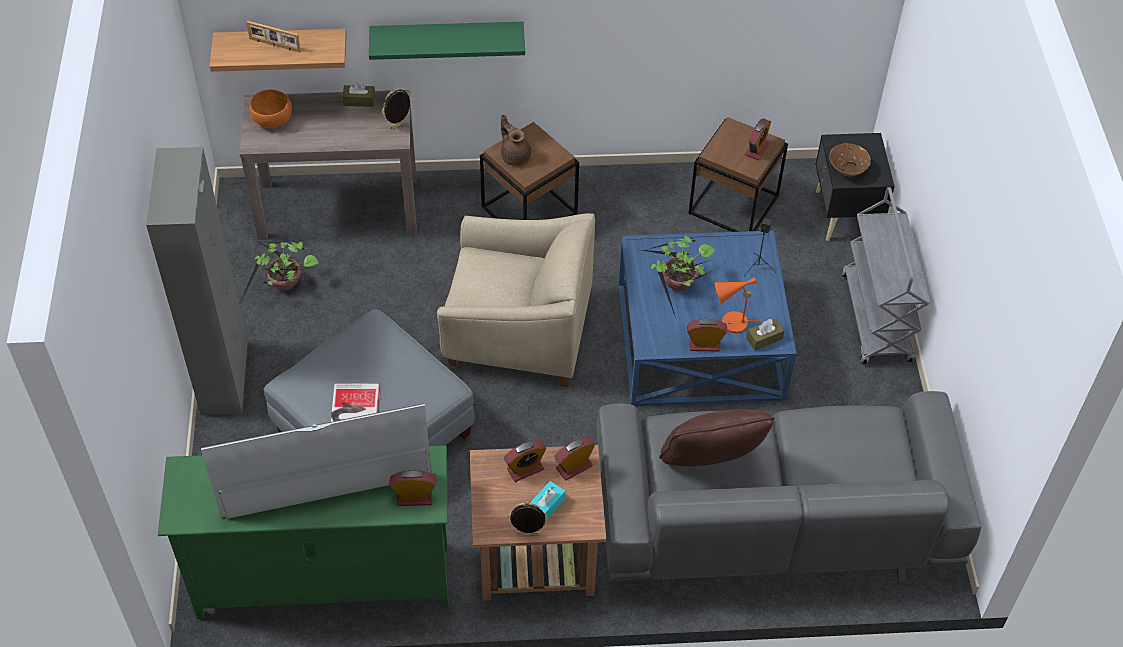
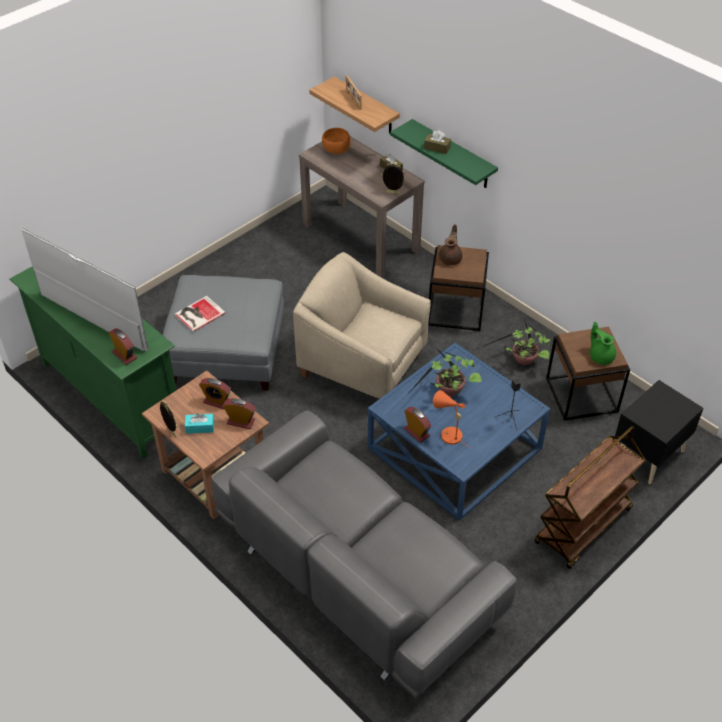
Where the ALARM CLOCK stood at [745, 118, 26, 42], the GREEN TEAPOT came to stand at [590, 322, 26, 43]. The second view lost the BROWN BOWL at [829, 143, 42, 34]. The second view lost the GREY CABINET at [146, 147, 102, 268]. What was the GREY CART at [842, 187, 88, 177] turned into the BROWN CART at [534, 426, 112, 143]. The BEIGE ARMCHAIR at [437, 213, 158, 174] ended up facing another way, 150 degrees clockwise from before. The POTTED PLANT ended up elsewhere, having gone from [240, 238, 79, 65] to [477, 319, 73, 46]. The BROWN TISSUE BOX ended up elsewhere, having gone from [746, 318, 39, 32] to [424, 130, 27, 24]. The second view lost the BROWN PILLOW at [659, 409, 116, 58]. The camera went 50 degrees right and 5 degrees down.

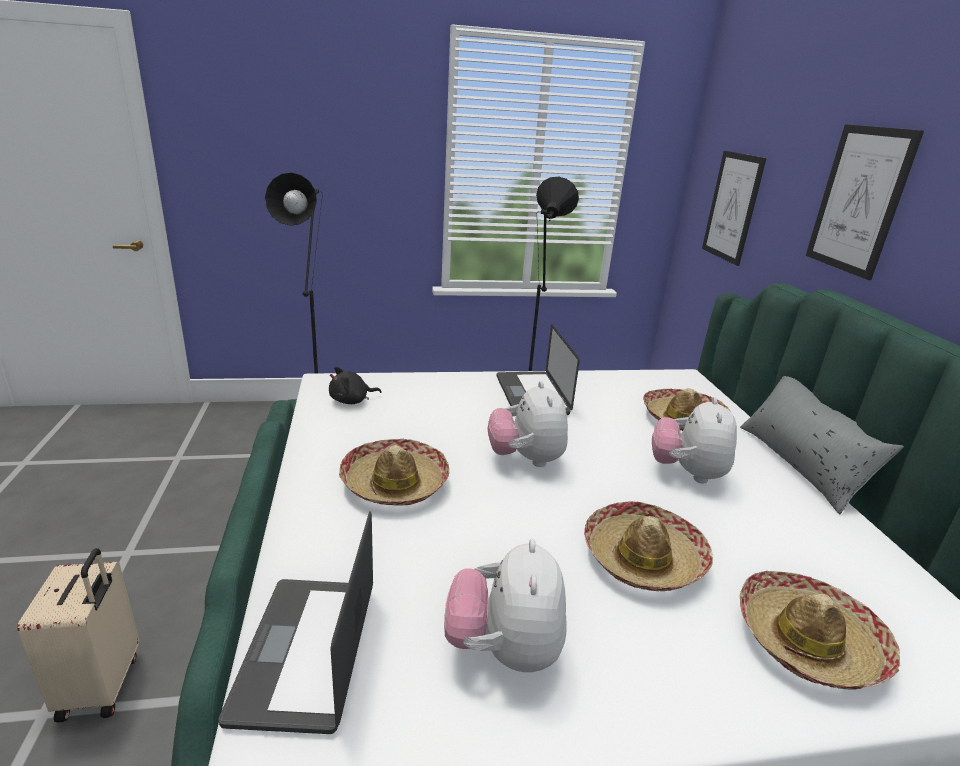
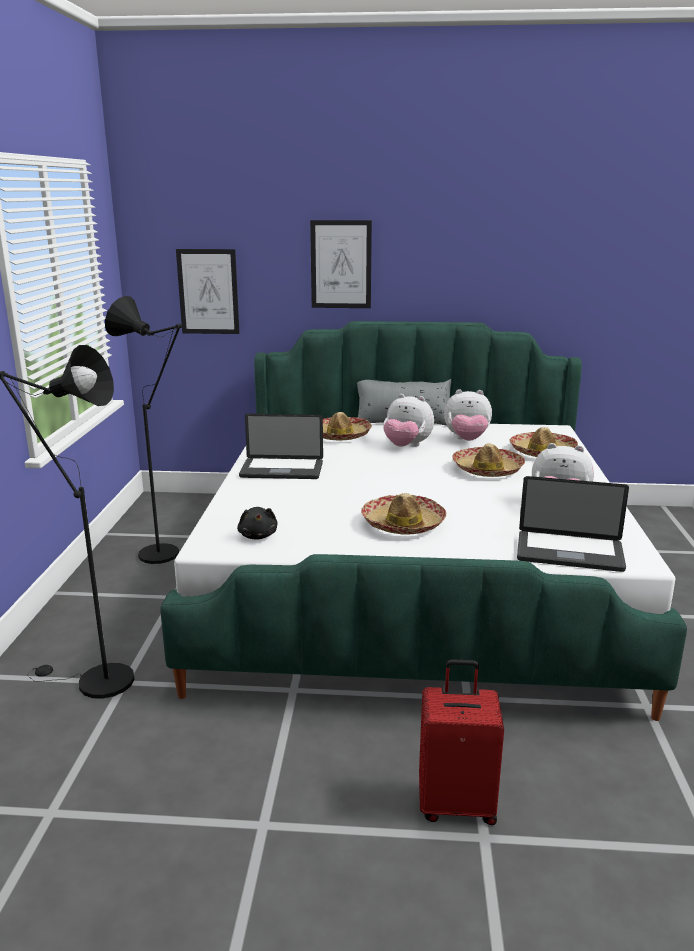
The PLUSH TOY ended up elsewhere, having gone from [488, 381, 80, 86] to [444, 389, 48, 52]. What was the BEIGE SUITCASE at [17, 548, 122, 174] turned into the RED SUITCASE at [419, 659, 85, 166]. The camera went 75 degrees left and 5 degrees down.

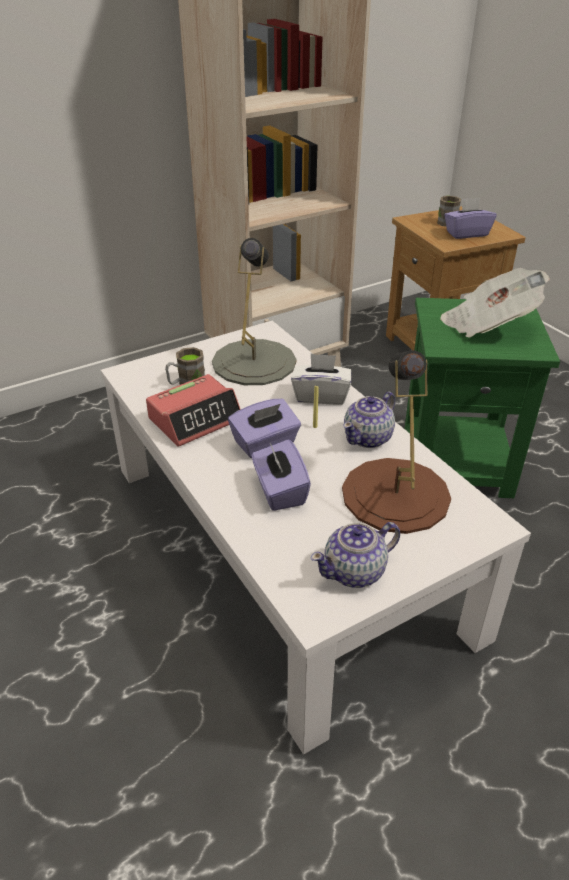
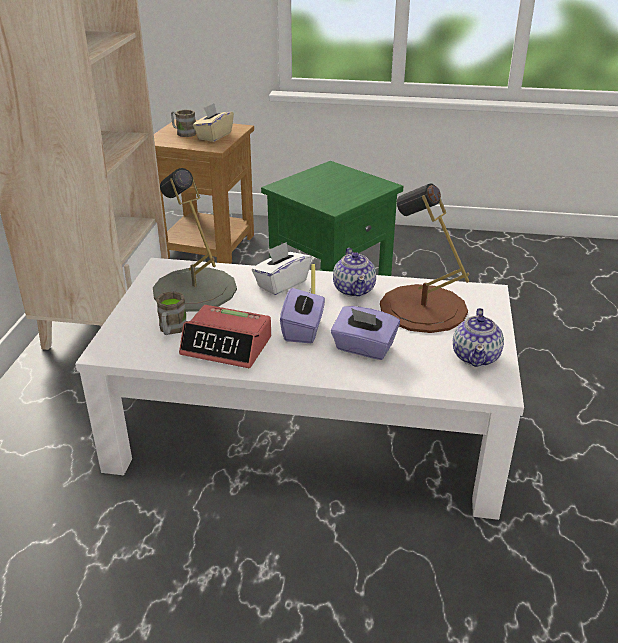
What was the PURPLE TISSUE BOX at [444, 198, 53, 41] turned into the BEIGE TISSUE BOX at [193, 103, 41, 39]. The second view lost the NEWSPAPER at [440, 268, 110, 70]. The ALARM CLOCK at [146, 374, 94, 73] ended up facing another way, 105 degrees clockwise from before. The camera went 50 degrees left and 5 degrees down.

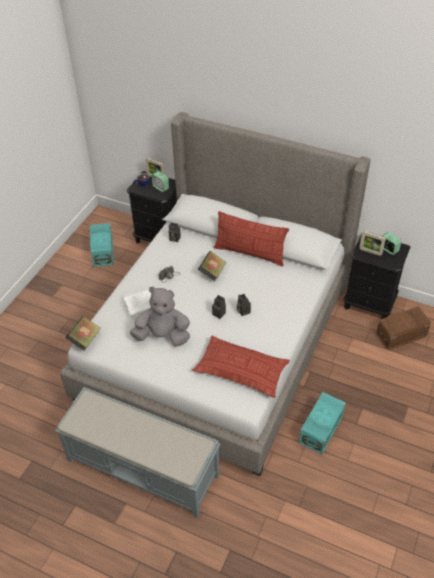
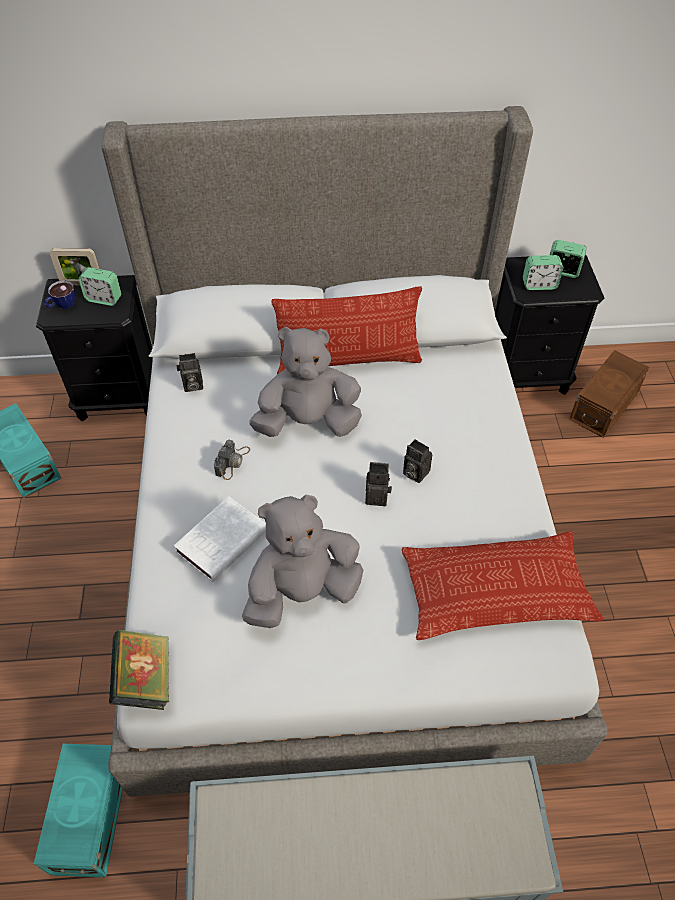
Where the PICTURE FRAME stood at [359, 231, 27, 25], the ALARM CLOCK came to stand at [523, 255, 40, 35]. Where the BOOK stood at [198, 251, 28, 30], the GREY PLUSH TOY came to stand at [249, 327, 113, 110]. The TURQUOISE STORAGE BOX ended up elsewhere, having gone from [299, 392, 47, 63] to [34, 744, 89, 133]. The camera went 30 degrees left and 5 degrees up.

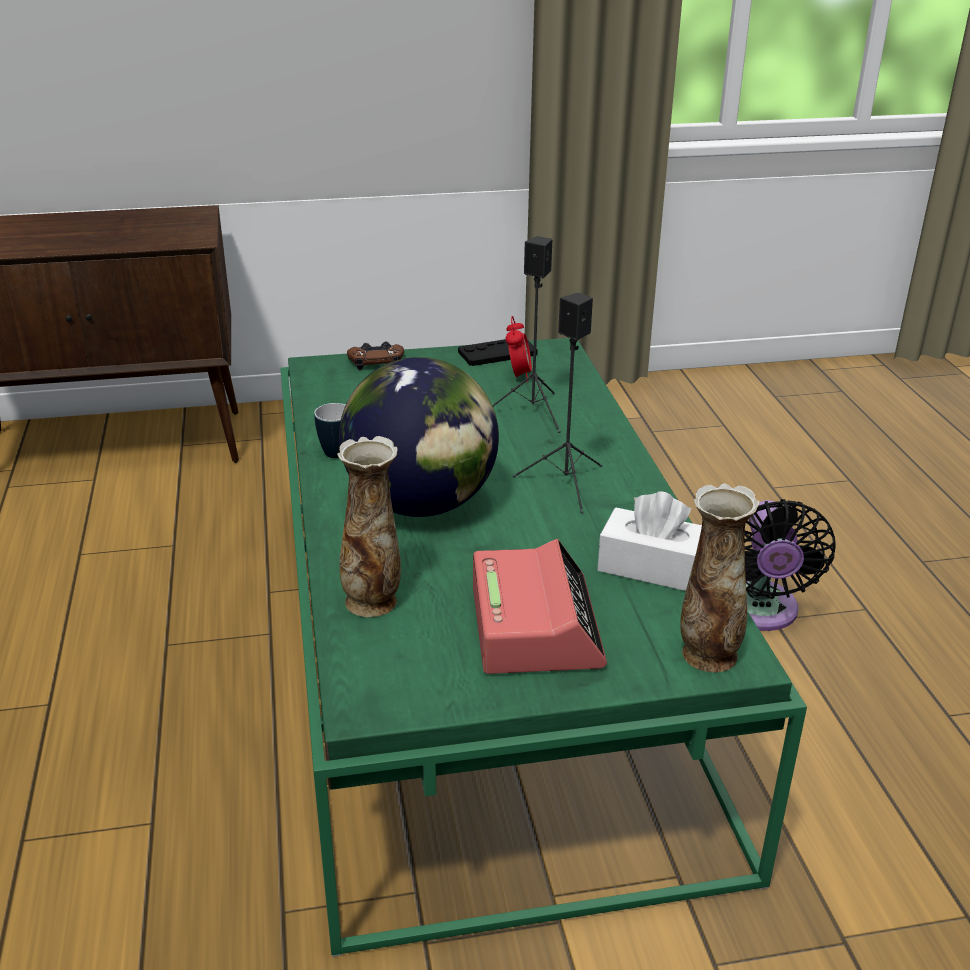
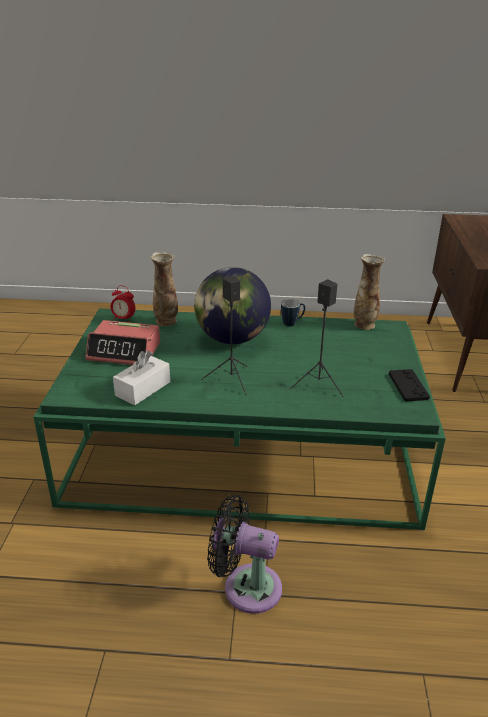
The ALARM CLOCK ended up elsewhere, having gone from [506, 316, 26, 66] to [111, 285, 24, 38]. The second view lost the BROWN GAME CONTROLLER at [347, 341, 57, 29]. The VASE ended up elsewhere, having gone from [680, 483, 80, 189] to [354, 254, 31, 76]. The camera went 105 degrees right and 0 degrees up.

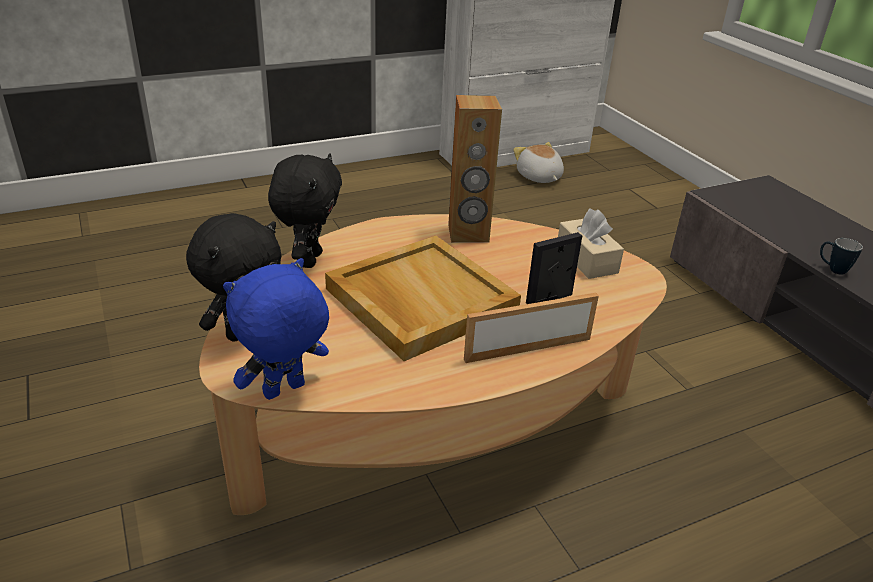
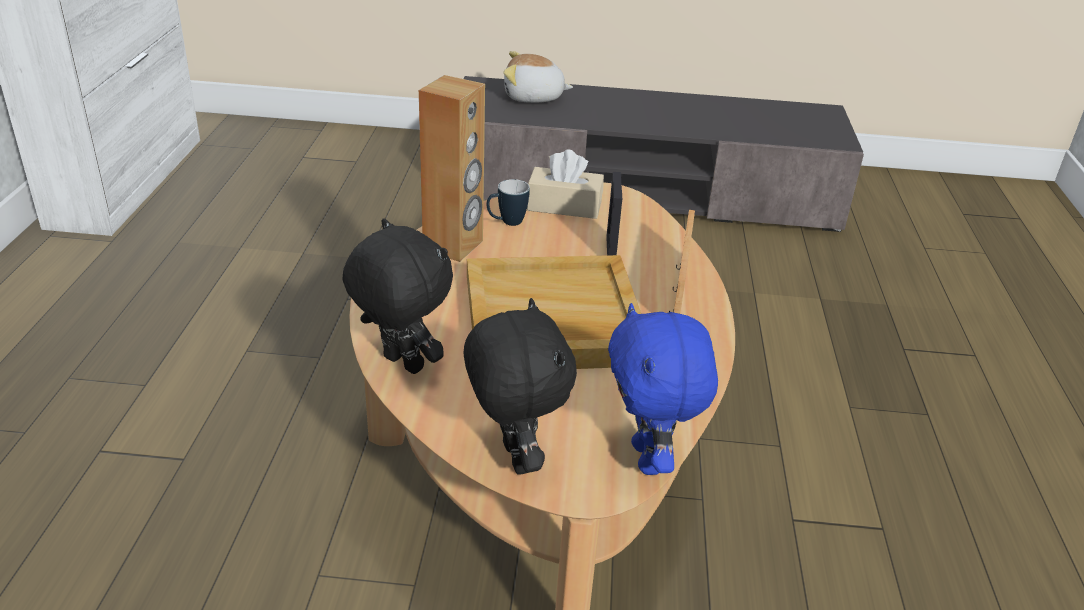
The PLUSH TOY ended up elsewhere, having gone from [513, 142, 51, 41] to [504, 51, 69, 52]. The MUG ended up elsewhere, having gone from [820, 238, 43, 37] to [486, 179, 44, 47]. The camera went 60 degrees left and 0 degrees up.

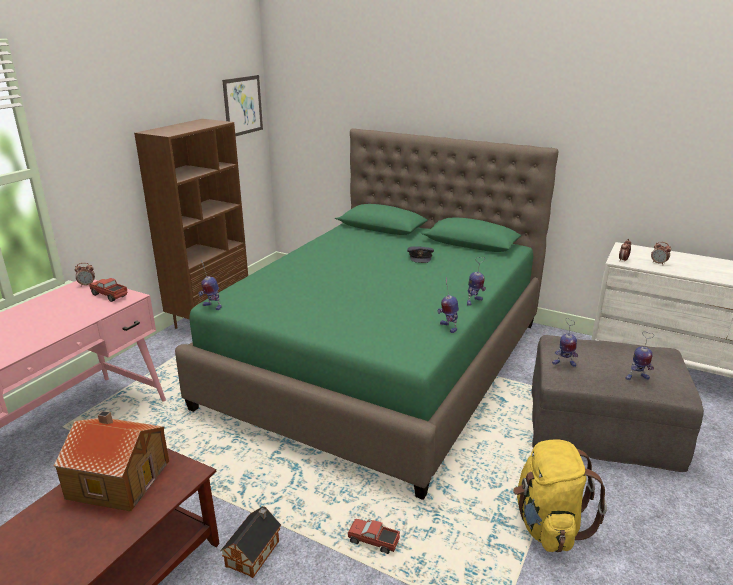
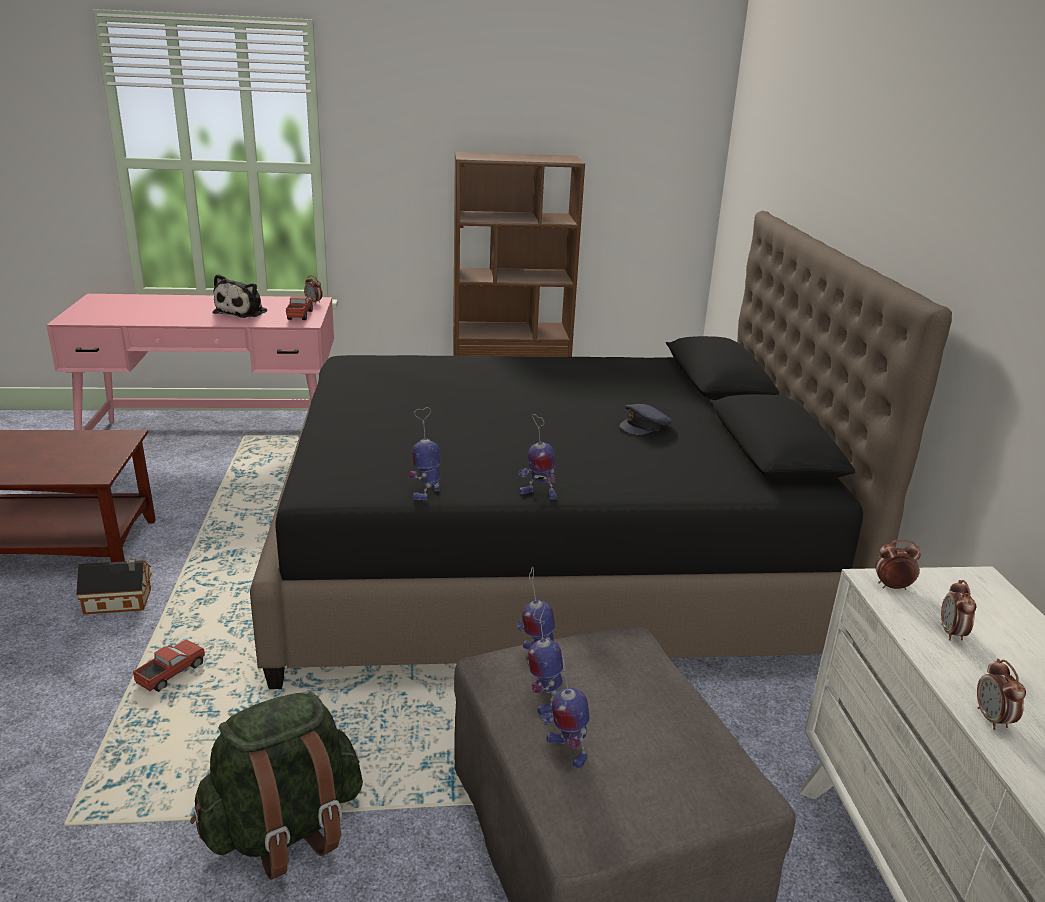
The second view lost the PICTURE at [222, 75, 41, 61]. What was the GREEN BED at [175, 128, 383, 372] turned into the BLACK BED at [250, 211, 702, 478]. The TOY ROBOT ended up elsewhere, having gone from [198, 260, 24, 50] to [527, 602, 36, 113]. The second view lost the TOY HOUSE at [54, 411, 115, 101]. What was the YELLOW BACKPACK at [513, 439, 94, 113] turned into the GREEN BACKPACK at [190, 693, 173, 187]. The TOY TRUCK at [348, 519, 52, 35] ended up facing another way, 45 degrees clockwise from before. The second view gained the PLUSH TOY at [213, 274, 54, 44]. The second view gained the ALARM CLOCK at [977, 659, 49, 71]. The camera went 55 degrees right and 0 degrees up.

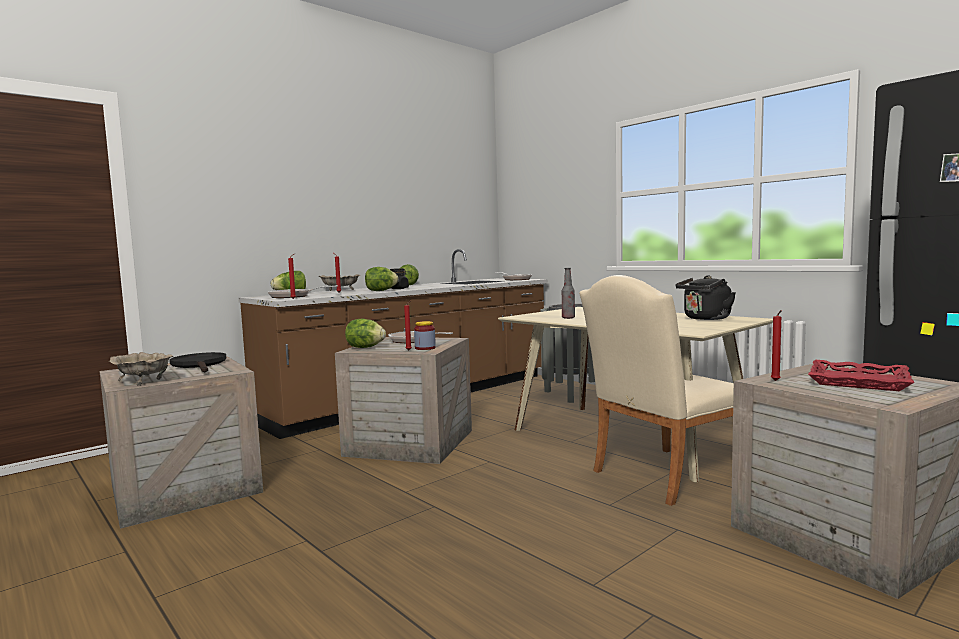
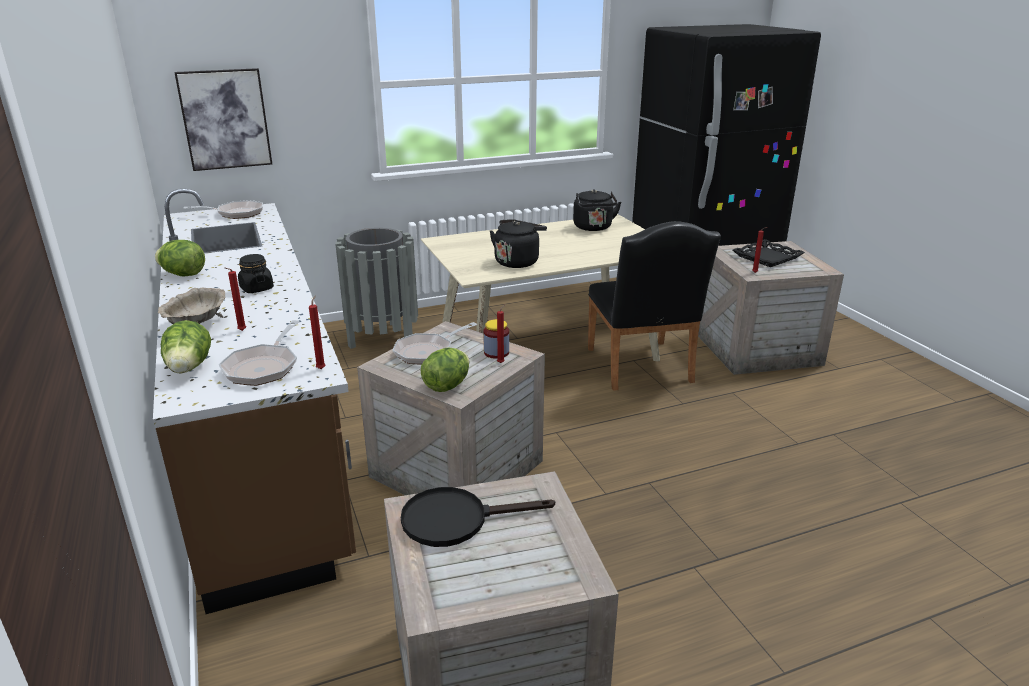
The second view lost the LETTUCE at [365, 267, 33, 24]. Where the BOTTLE stood at [562, 268, 13, 51], the BLACK KETTLE came to stand at [490, 219, 57, 49]. What was the BEIGE CHAIR at [579, 275, 155, 231] turned into the BLACK CHAIR at [588, 221, 133, 170]. The second view lost the BEIGE BOWL at [109, 352, 64, 34]. What was the RED TRAY at [808, 360, 106, 31] turned into the BLACK TRAY at [733, 239, 72, 28]. The second view gained the PICTURE at [174, 68, 98, 103]. The camera went 70 degrees left and 20 degrees up.

